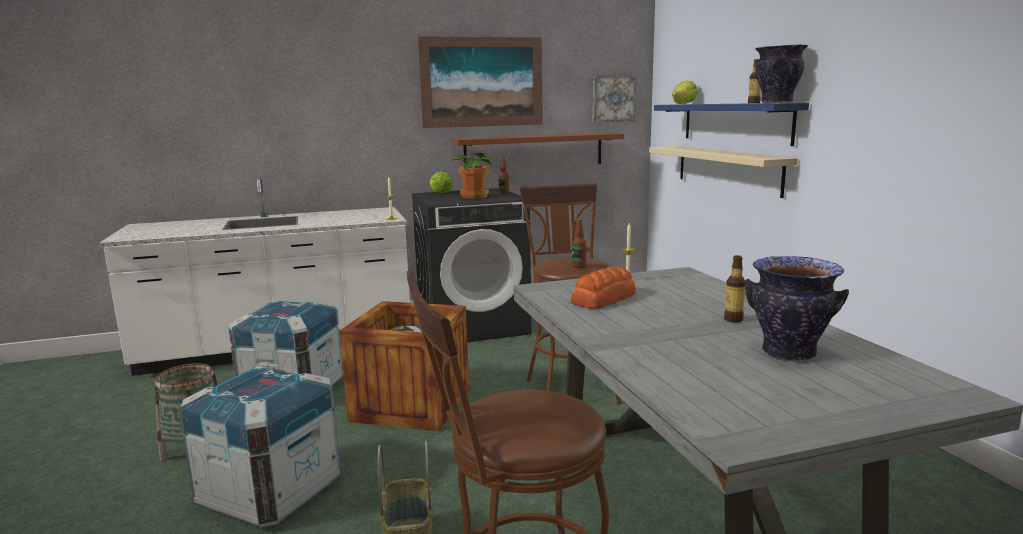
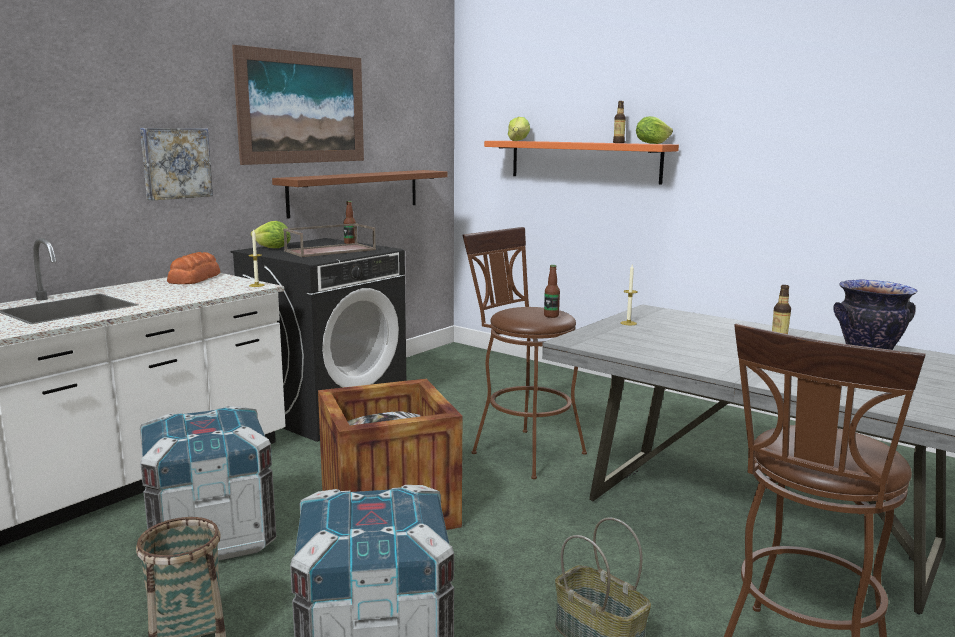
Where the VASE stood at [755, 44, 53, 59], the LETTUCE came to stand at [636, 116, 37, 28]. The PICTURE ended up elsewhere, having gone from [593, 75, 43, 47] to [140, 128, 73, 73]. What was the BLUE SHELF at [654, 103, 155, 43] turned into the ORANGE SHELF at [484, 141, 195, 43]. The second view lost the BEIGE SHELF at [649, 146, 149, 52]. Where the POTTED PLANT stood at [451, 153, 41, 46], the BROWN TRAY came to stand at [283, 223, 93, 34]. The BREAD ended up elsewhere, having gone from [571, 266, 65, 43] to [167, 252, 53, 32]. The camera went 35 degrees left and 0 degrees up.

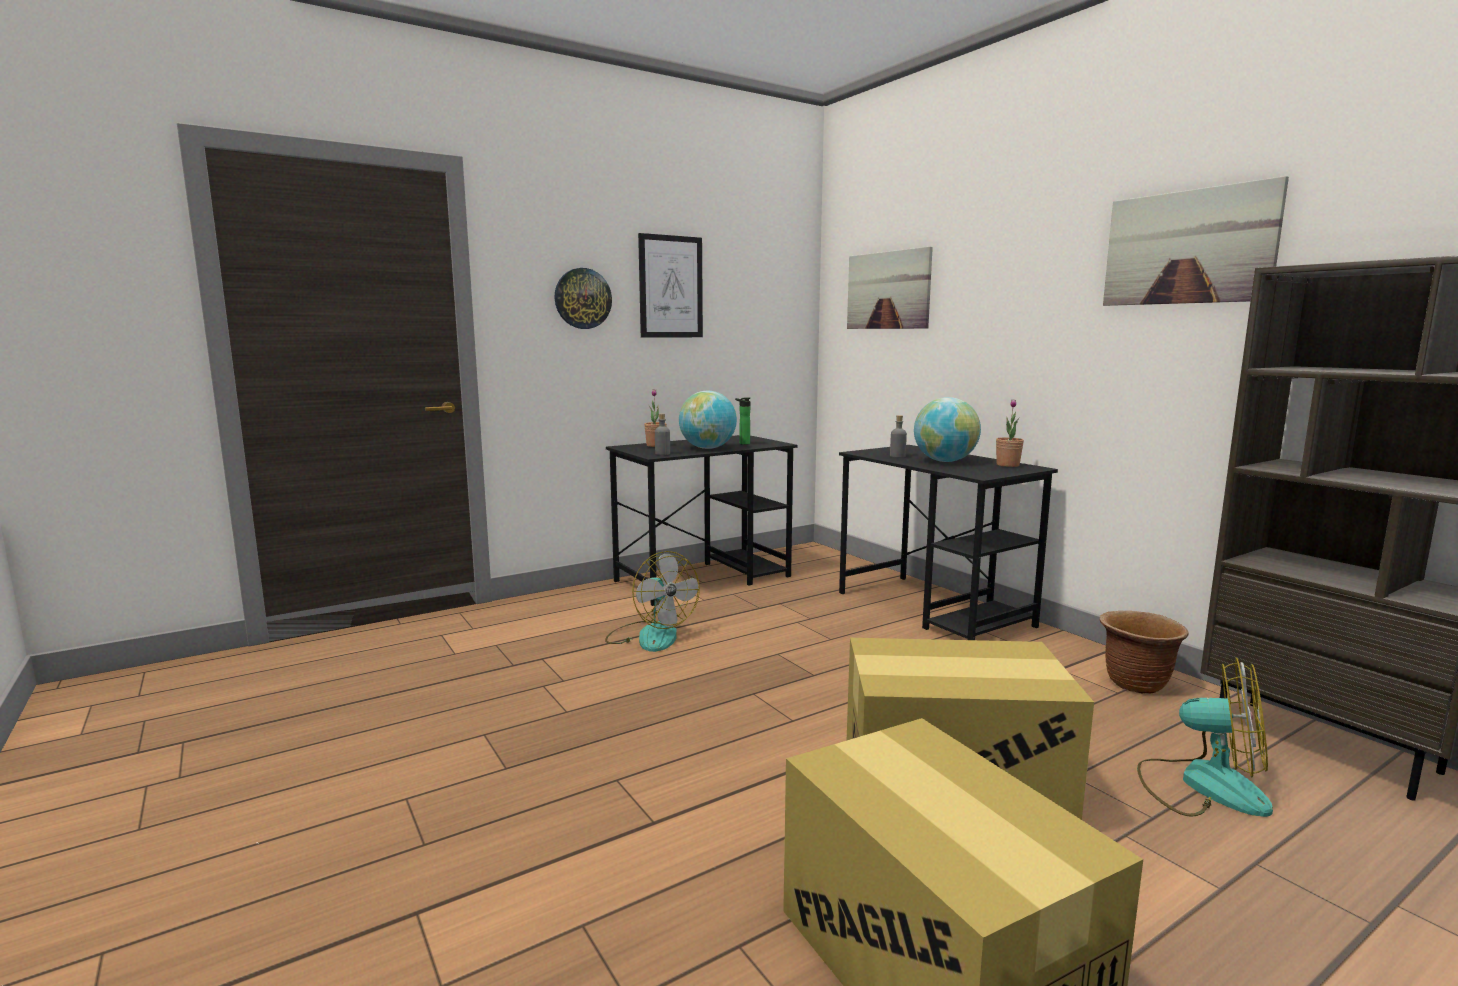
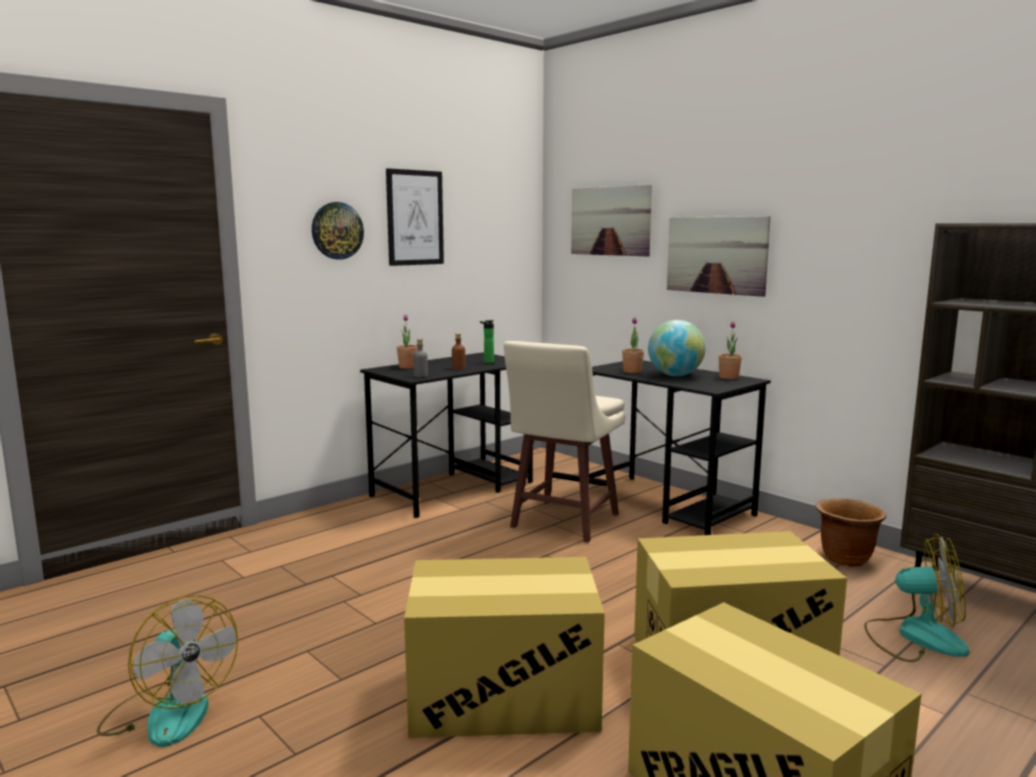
The PICTURE ended up elsewhere, having gone from [1103, 176, 186, 130] to [667, 216, 104, 81]. Where the GLOBE stood at [679, 391, 58, 58], the BROWN BOTTLE came to stand at [452, 333, 14, 37]. Where the GREY BOTTLE stood at [890, 415, 17, 43], the POTTED PLANT came to stand at [622, 318, 22, 55]. The FAN ended up elsewhere, having gone from [605, 551, 95, 101] to [97, 595, 141, 152]. The second view gained the BEIGE STOOL at [504, 341, 121, 202]. The second view gained the CARDBOARD BOX at [404, 557, 201, 181]. The camera went 10 degrees left and 0 degrees up.

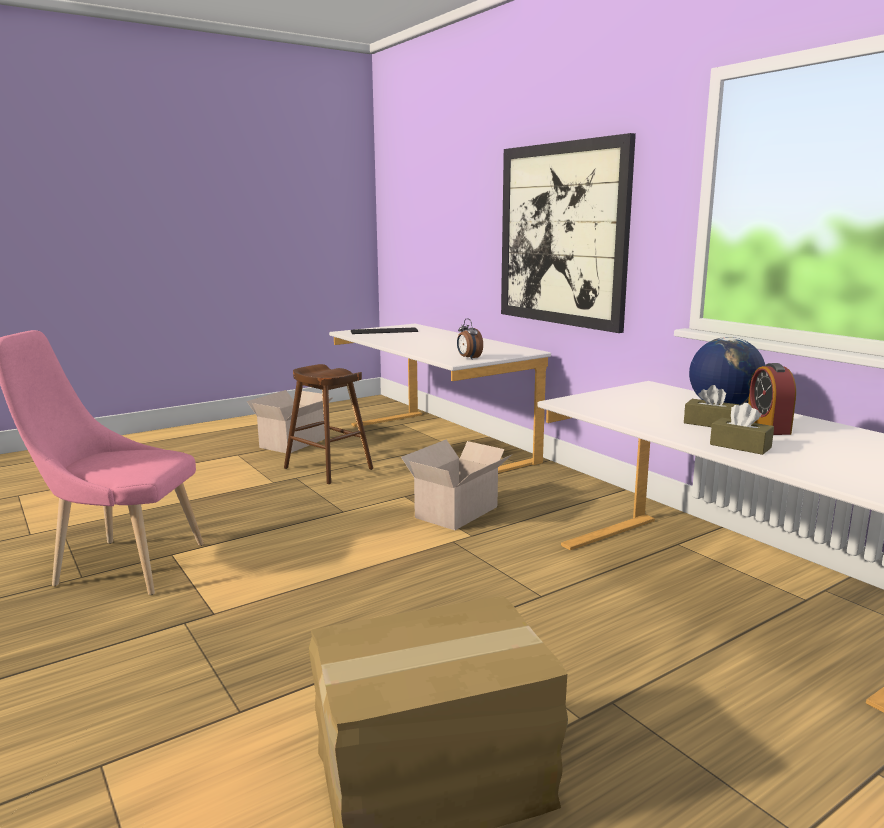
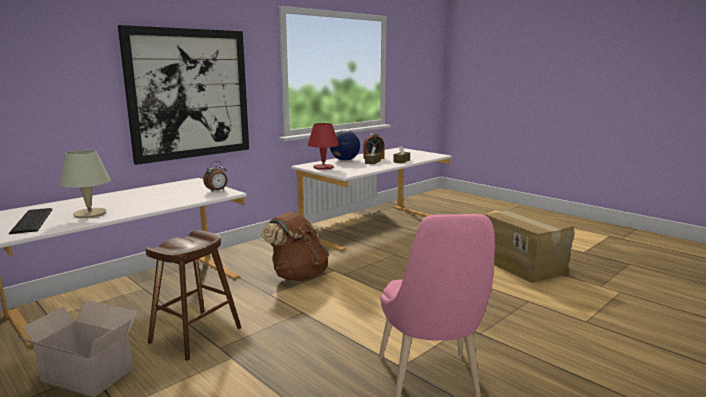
Where the CARDBOARD BOX stood at [401, 439, 112, 91], the BROWN BACKPACK came to stand at [261, 212, 68, 69]. The second view gained the RED TABLE LAMP at [308, 123, 31, 47]. The second view gained the BEIGE TABLE LAMP at [59, 150, 52, 68]. The camera went 100 degrees left and 0 degrees up.

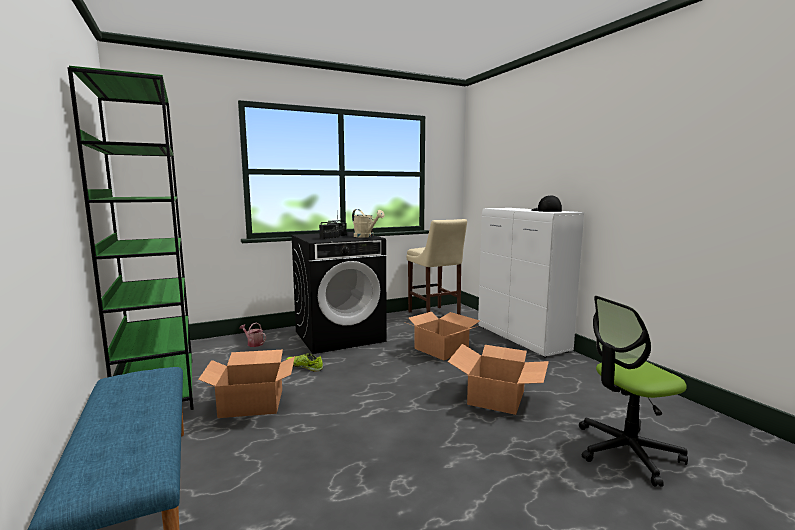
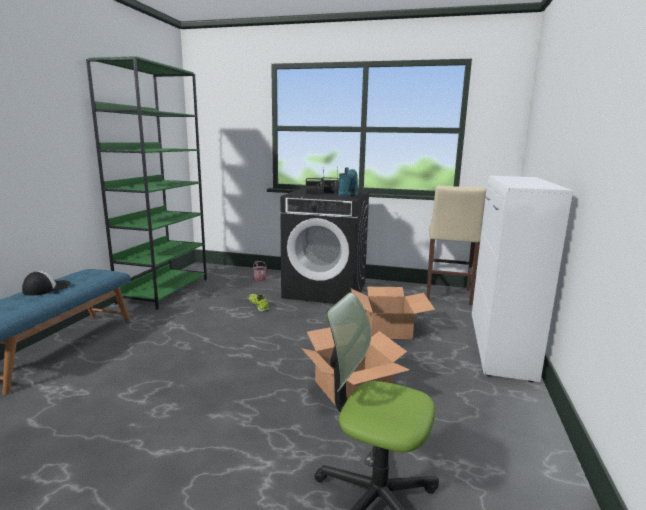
The CAP ended up elsewhere, having gone from [531, 195, 31, 17] to [22, 271, 49, 25]. What was the BEIGE WATERING CAN at [352, 209, 33, 29] turned into the TURQUOISE WATERING CAN at [338, 167, 20, 30]. The second view lost the CARDBOARD BOX at [198, 350, 97, 68]. The camera went 40 degrees right and 5 degrees up.

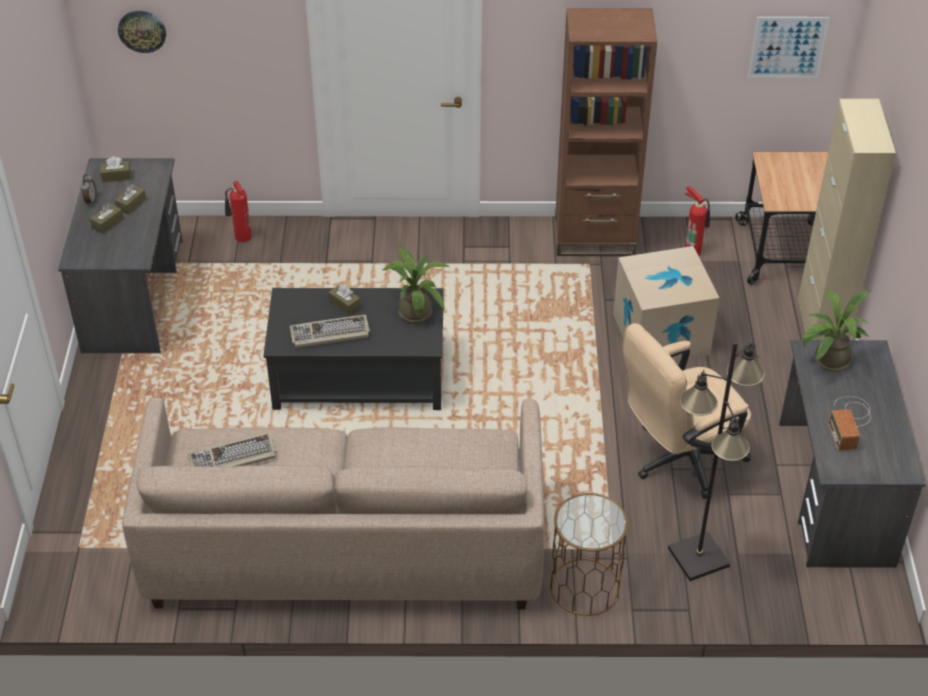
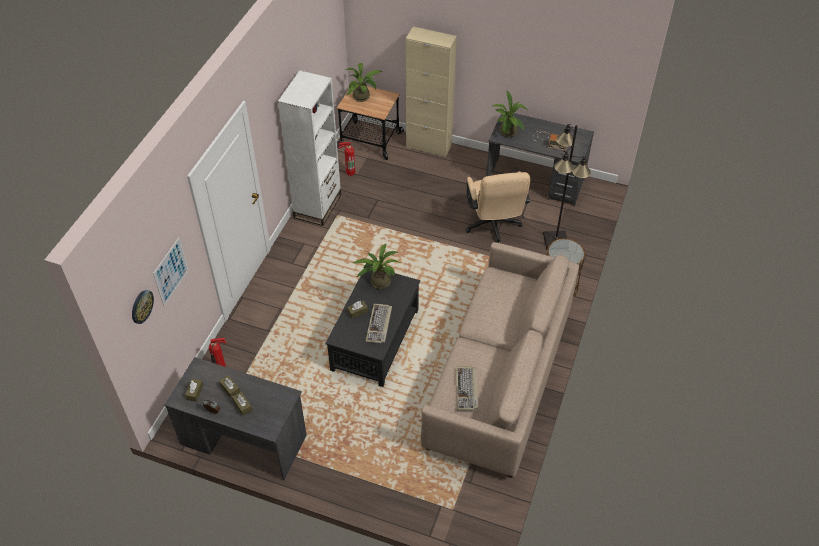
What was the BROWN BOOKCASE at [555, 8, 102, 248] turned into the WHITE BOOKCASE at [278, 70, 63, 156]. The PICTURE ended up elsewhere, having gone from [748, 17, 81, 61] to [153, 237, 36, 69]. The second view lost the CARDBOARD BOX at [613, 246, 106, 115]. The second view gained the POTTED PLANT at [344, 63, 38, 39]. The camera went 70 degrees left and 5 degrees up.

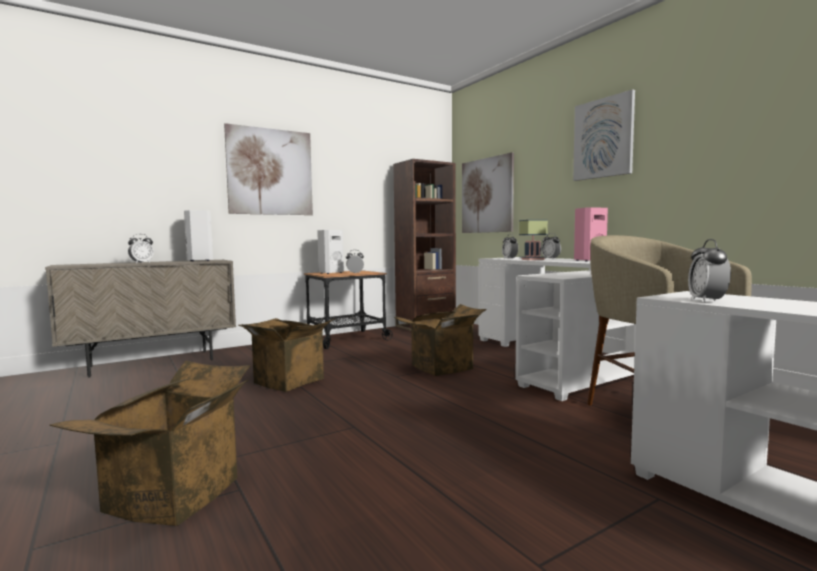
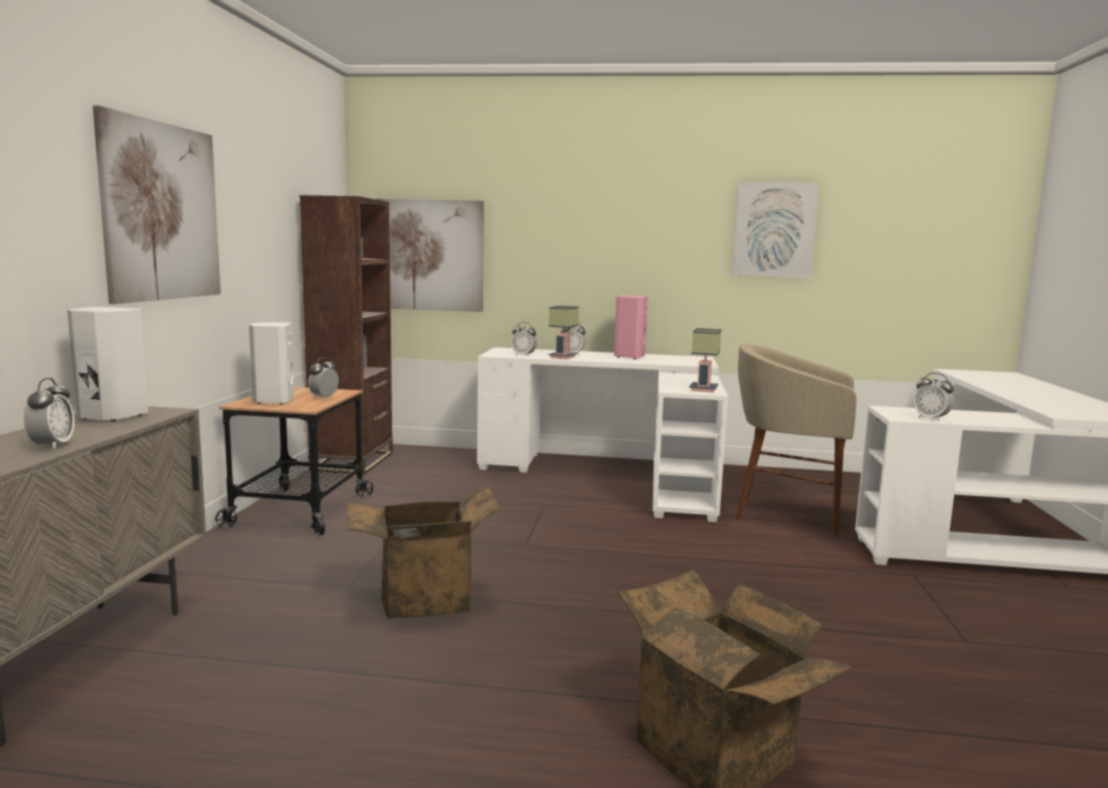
The PICTURE ended up elsewhere, having gone from [573, 89, 62, 92] to [732, 182, 87, 96]. The second view lost the CARDBOARD BOX at [394, 304, 93, 72]. The second view gained the TABLE LAMP at [689, 328, 32, 65]. The camera went 50 degrees left and 5 degrees up.

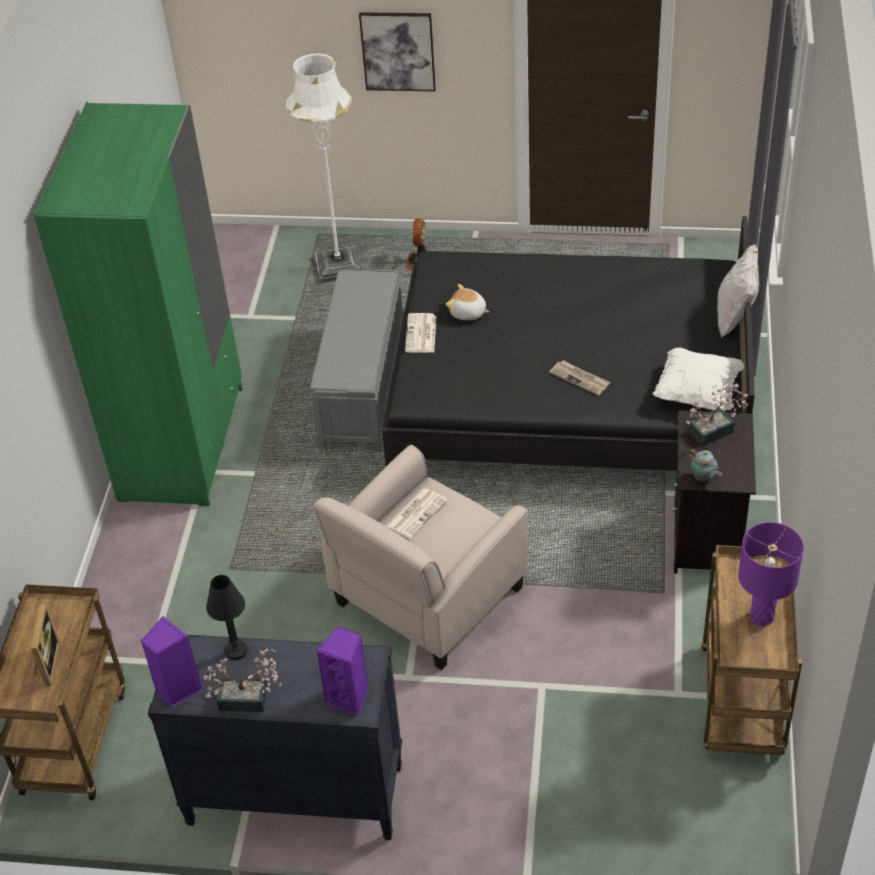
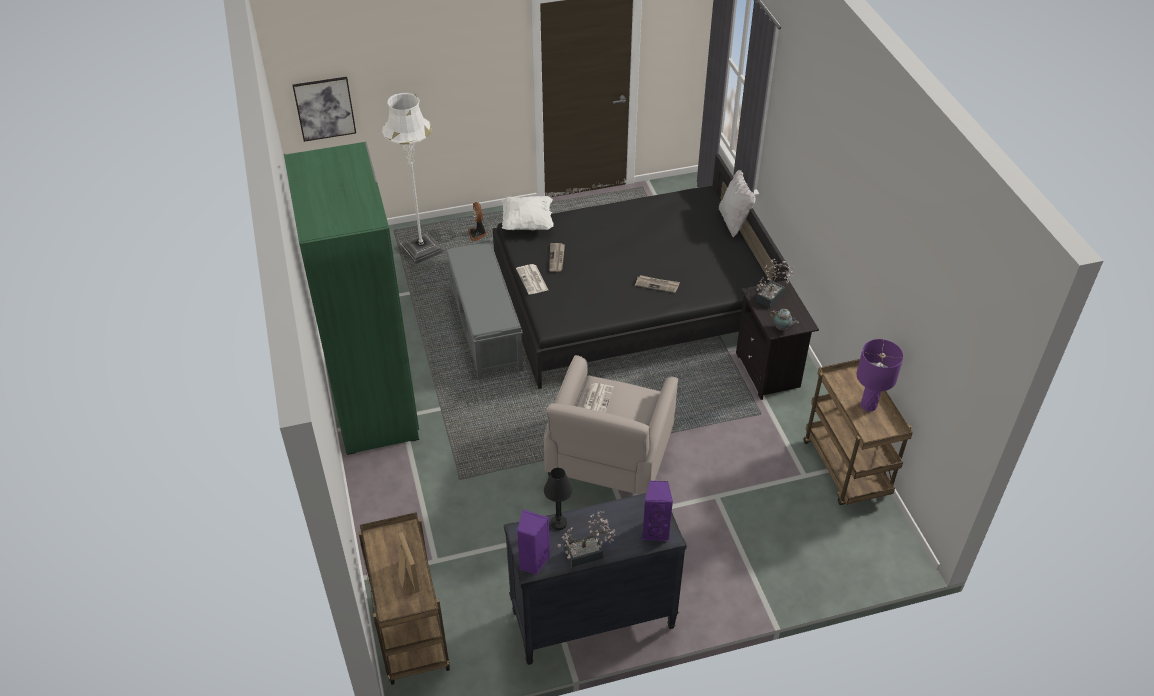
The PICTURE ended up elsewhere, having gone from [359, 12, 77, 79] to [292, 77, 64, 65]. Where the PLUSH TOY stood at [446, 284, 43, 36], the NEWSPAPER came to stand at [549, 243, 16, 29]. The WHITE PILLOW ended up elsewhere, having gone from [653, 347, 91, 64] to [502, 196, 52, 34]. The camera went 25 degrees left and 0 degrees up.

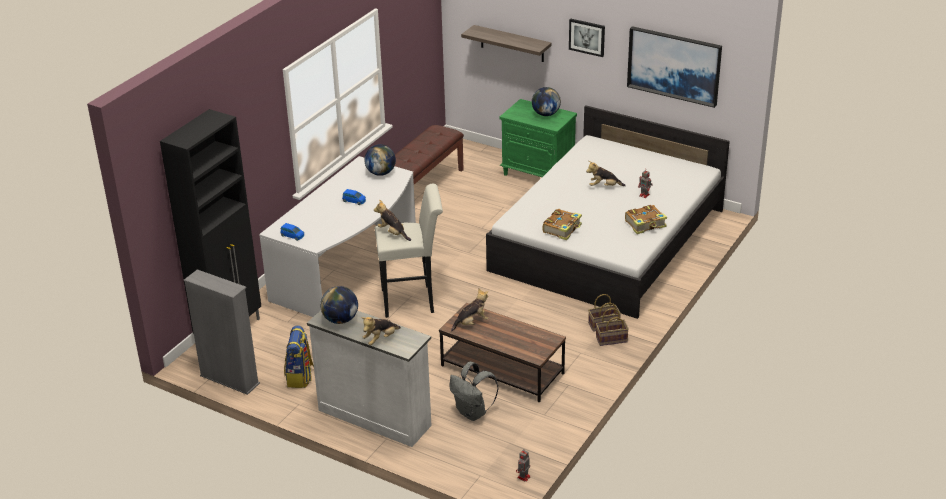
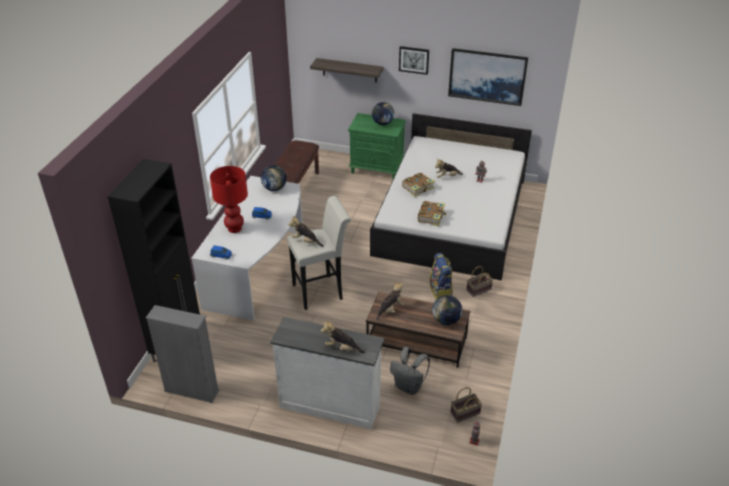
The BOOK ended up elsewhere, having gone from [625, 205, 42, 29] to [402, 173, 33, 24]. The GLOBE ended up elsewhere, having gone from [320, 286, 38, 38] to [432, 295, 30, 30]. The BASKET ended up elsewhere, having gone from [596, 308, 33, 38] to [450, 387, 32, 36]. The PLUSH TOY at [361, 317, 40, 28] ended up facing another way, 75 degrees clockwise from before. The BACKPACK ended up elsewhere, having gone from [284, 326, 30, 62] to [429, 253, 24, 47]. The second view gained the RED TABLE LAMP at [210, 166, 38, 67]. The camera went 15 degrees left and 5 degrees up.

